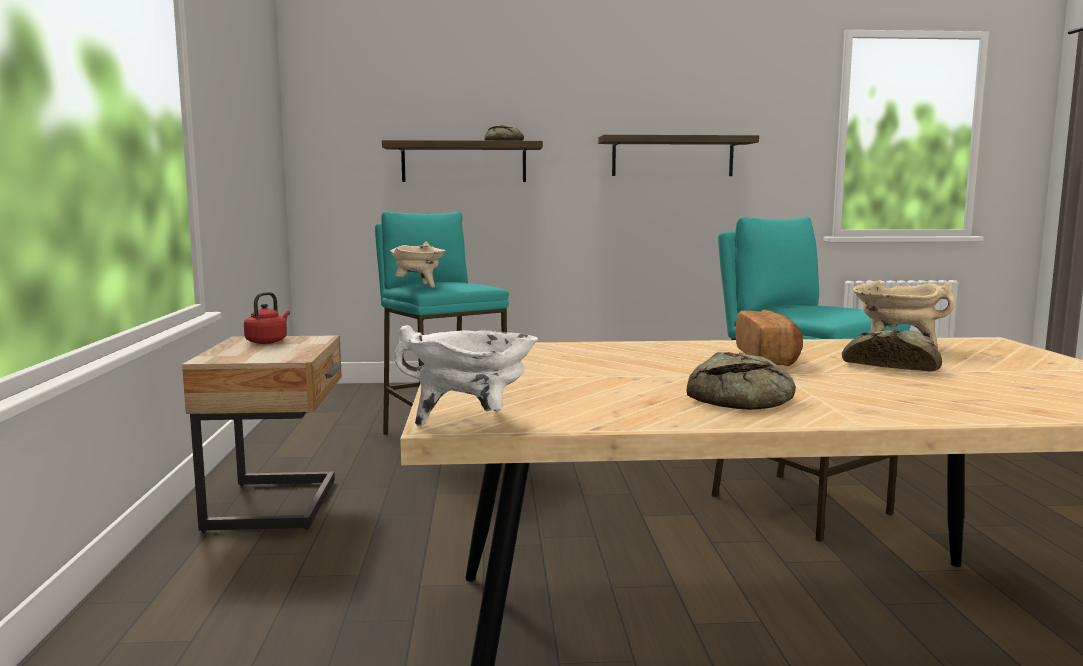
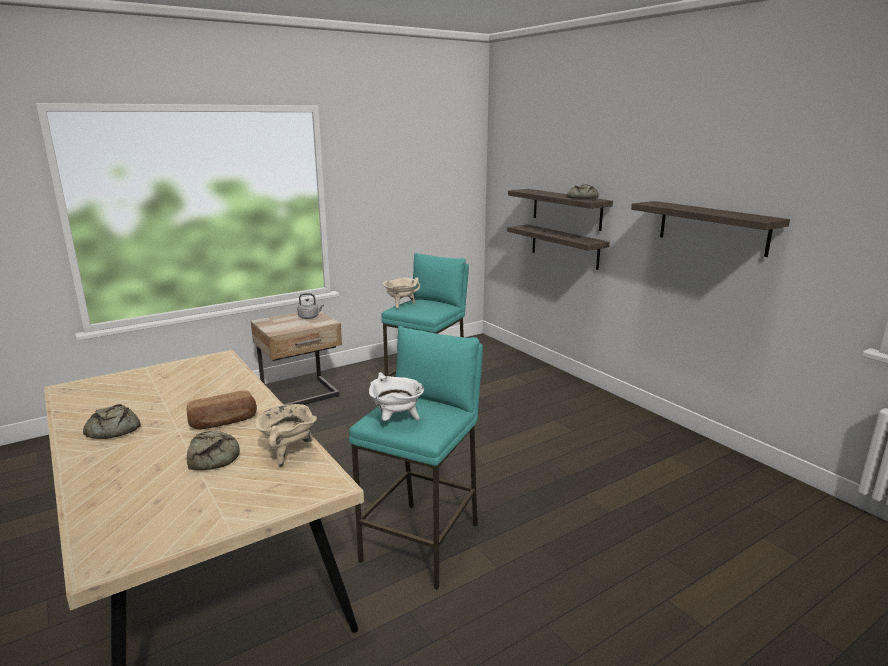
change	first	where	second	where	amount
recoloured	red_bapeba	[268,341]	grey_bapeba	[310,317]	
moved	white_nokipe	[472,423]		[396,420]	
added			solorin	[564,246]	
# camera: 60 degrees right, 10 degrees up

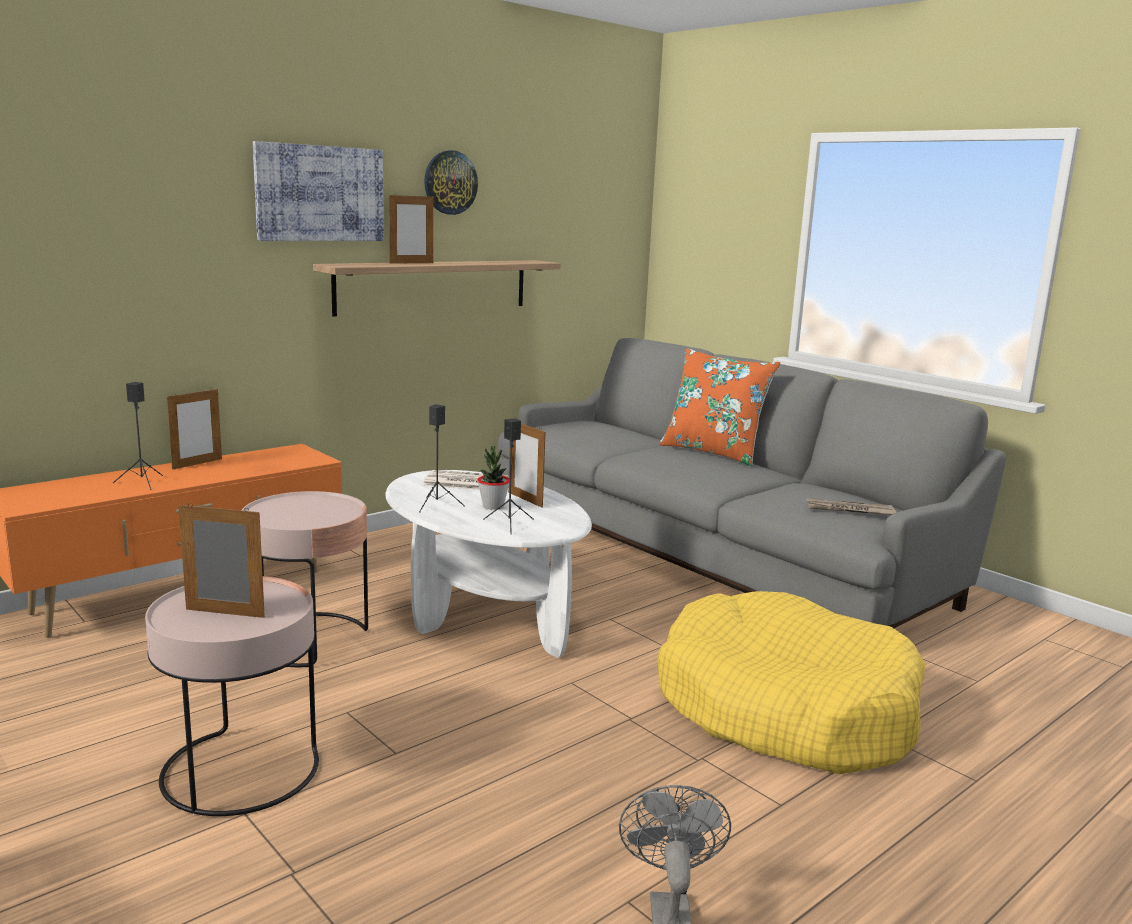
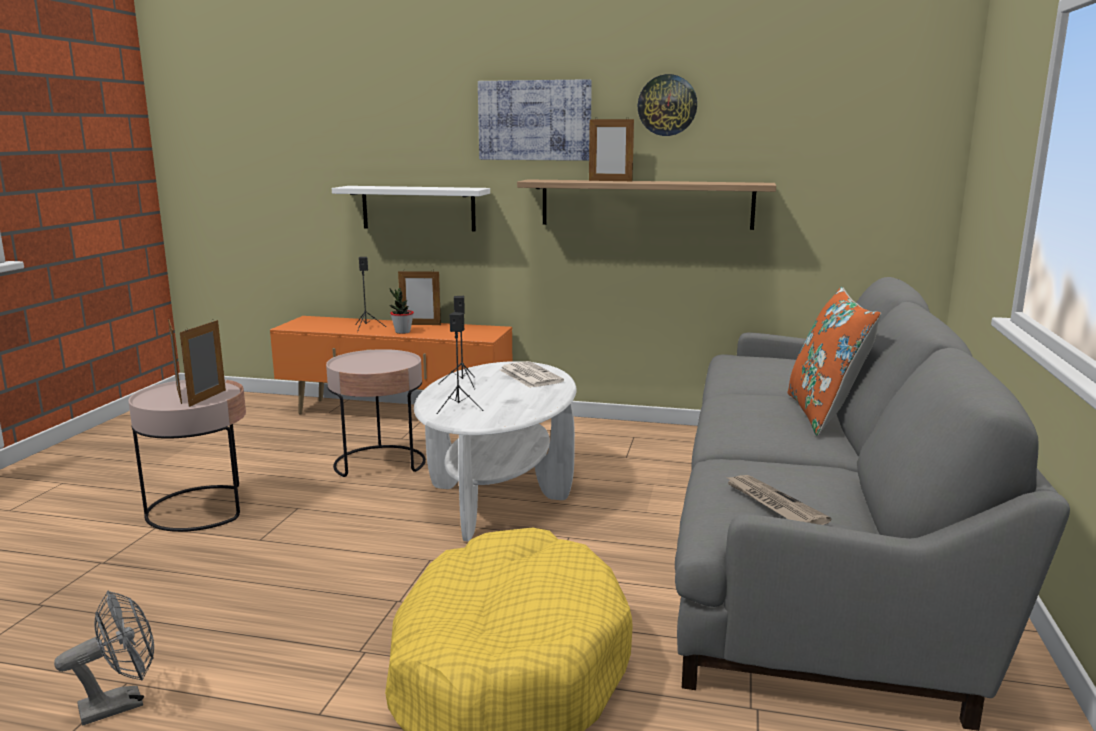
change	first	where	second	where	amount
moved	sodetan	[493,506]		[402,332]	
moved	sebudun	[525,499]		[207,398]	
added			white_solorin	[418,208]	
# camera: 55 degrees right, 0 degrees up

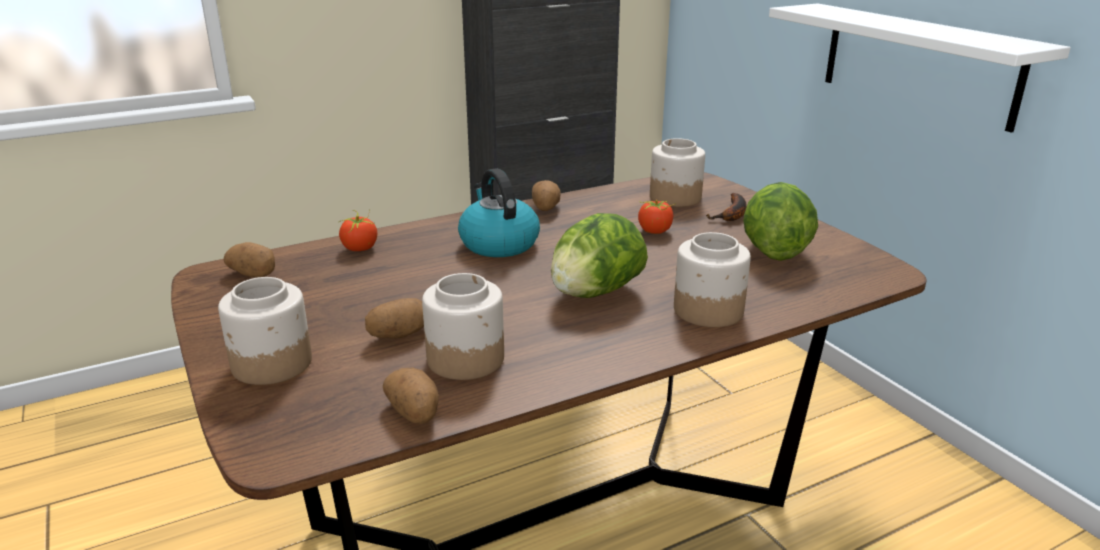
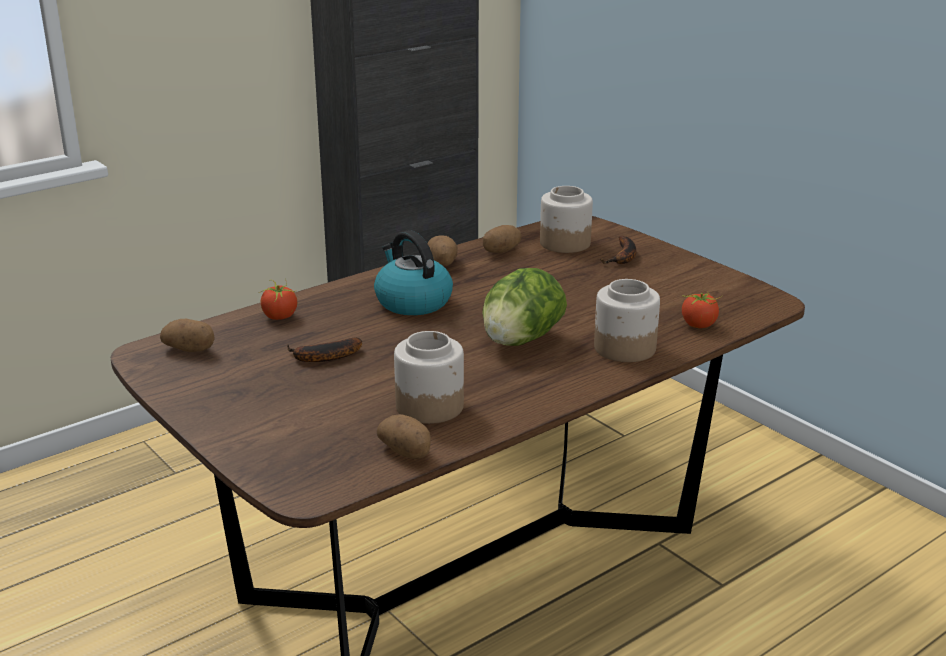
change	first	where	second	where	amount
removed	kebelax	[271,364]			
moved	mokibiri	[399,334]		[501,251]	
moved	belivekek	[655,231]		[699,325]	
removed	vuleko	[773,251]			
removed	white_solorin	[918,63]			
added			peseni	[322,357]	
# camera: 10 degrees left, 0 degrees up

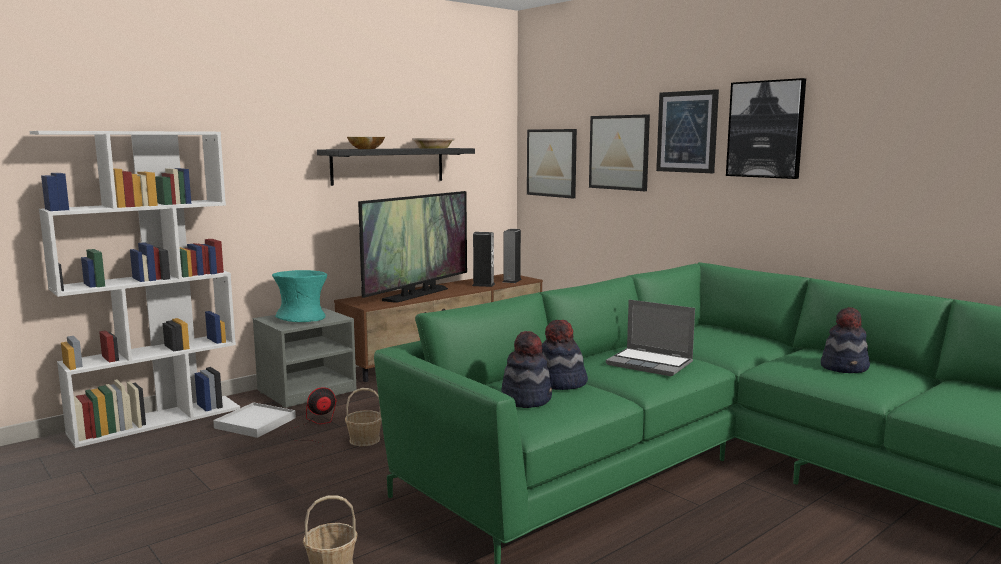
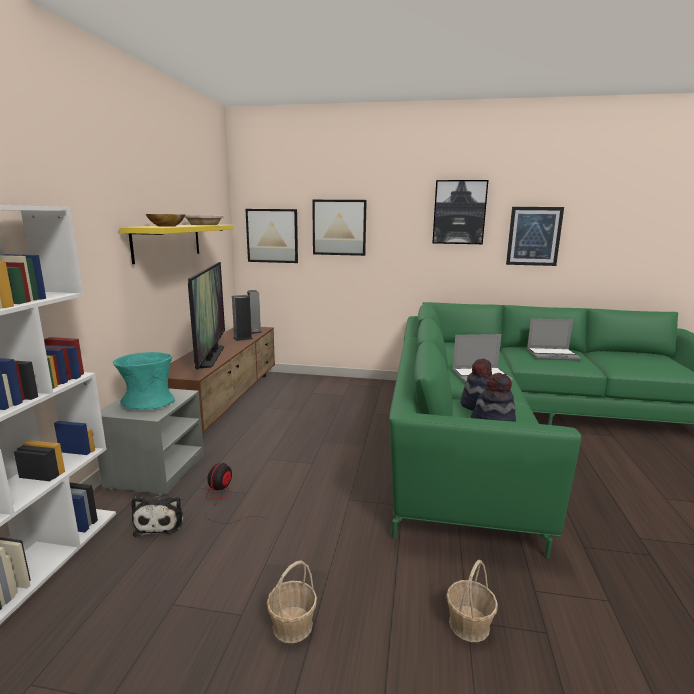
change	first	where	second	where	amount
replaced	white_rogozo	[255,423]	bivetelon	[160,522]	
recoloured	black_solorin	[388,165]	yellow_solorin	[167,242]	
moved	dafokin	[364,440]		[292,625]	
moved	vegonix	[687,132]		[534,236]	
replaced	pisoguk	[845,367]	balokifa	[553,355]	
# camera: 40 degrees left, 5 degrees up

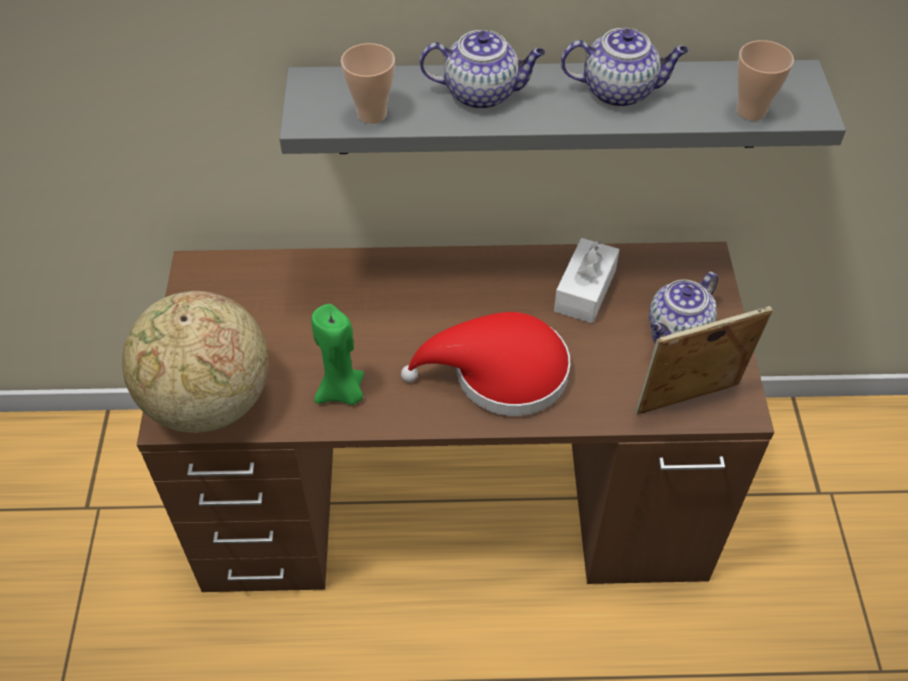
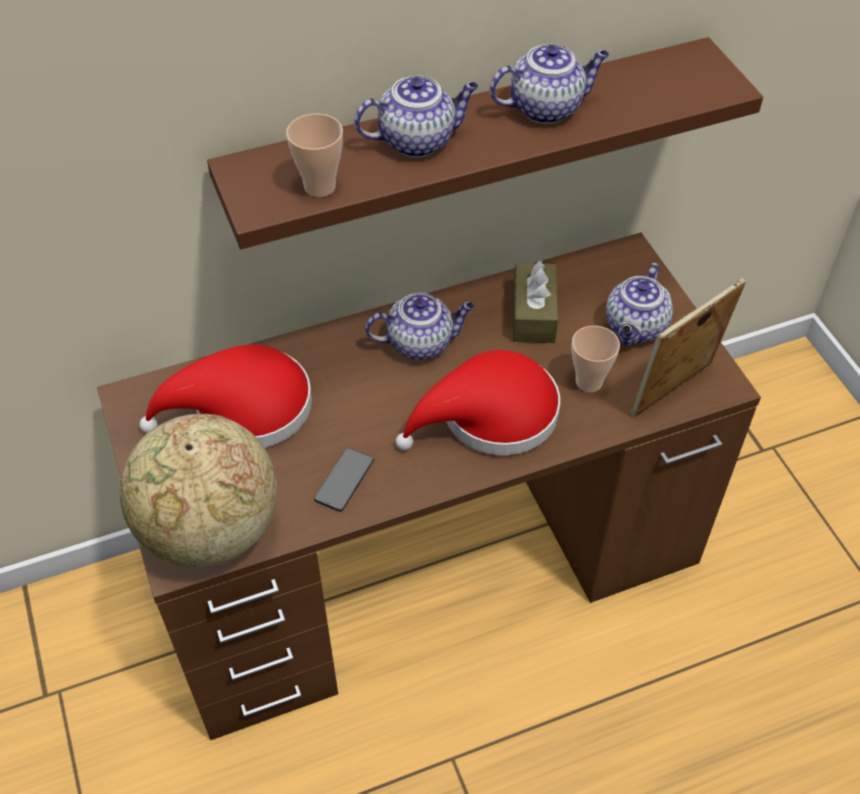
change	first	where	second	where	amount
recoloured	grey_solorin	[550,107]	brown_solorin	[469,140]	
replaced	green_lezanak	[342,393]	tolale	[344,480]	
recoloured	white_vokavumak	[585,291]	brown_vokavumak	[533,314]	
moved	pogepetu	[751,111]		[589,382]	
added			red_pisoguk	[243,409]	
added			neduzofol	[421,343]	
# camera: 20 degrees left, 0 degrees up

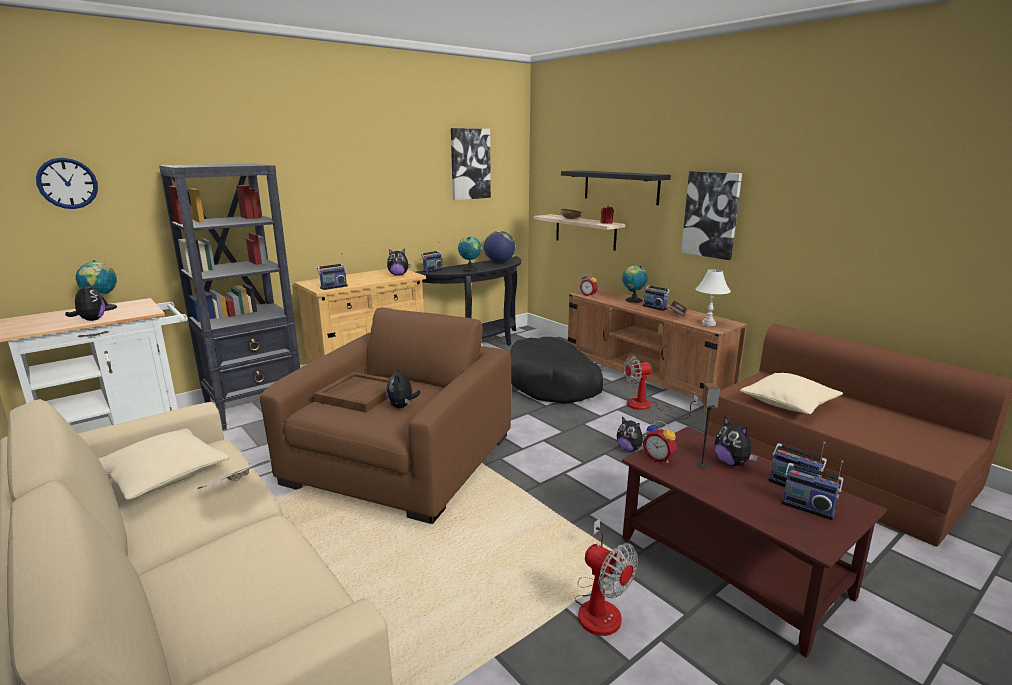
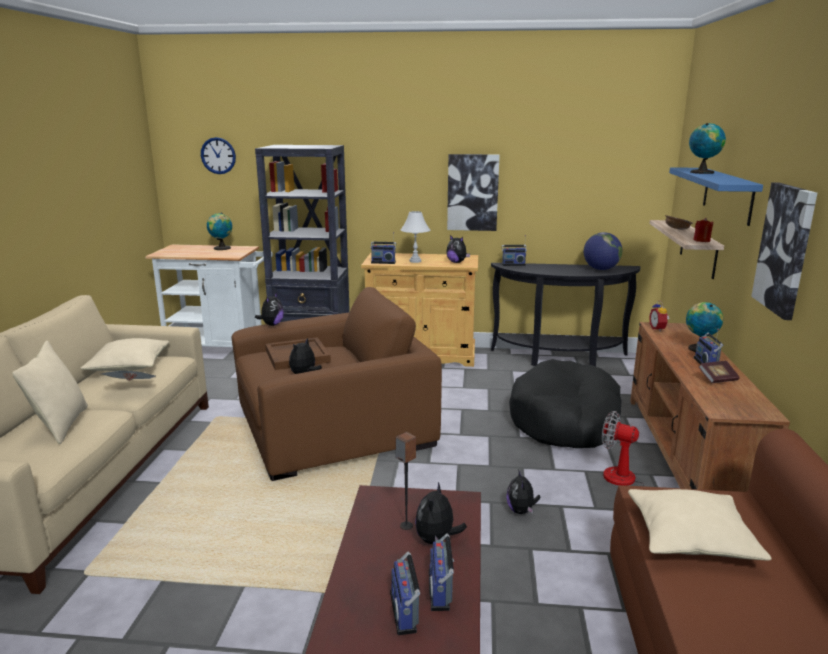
change	first	where	second	where	amount
moved	bivetelon	[91,320]		[272,324]	
moved	vegonix	[470,164]		[472,192]	
moved	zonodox	[469,269]		[702,172]	
recoloured	black_solorin	[620,187]	blue_solorin	[727,195]	
removed	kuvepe	[599,605]			
removed	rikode	[659,458]			
moved	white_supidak	[709,324]		[415,261]	
added			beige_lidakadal	[61,425]	
# camera: 45 degrees right, 0 degrees up

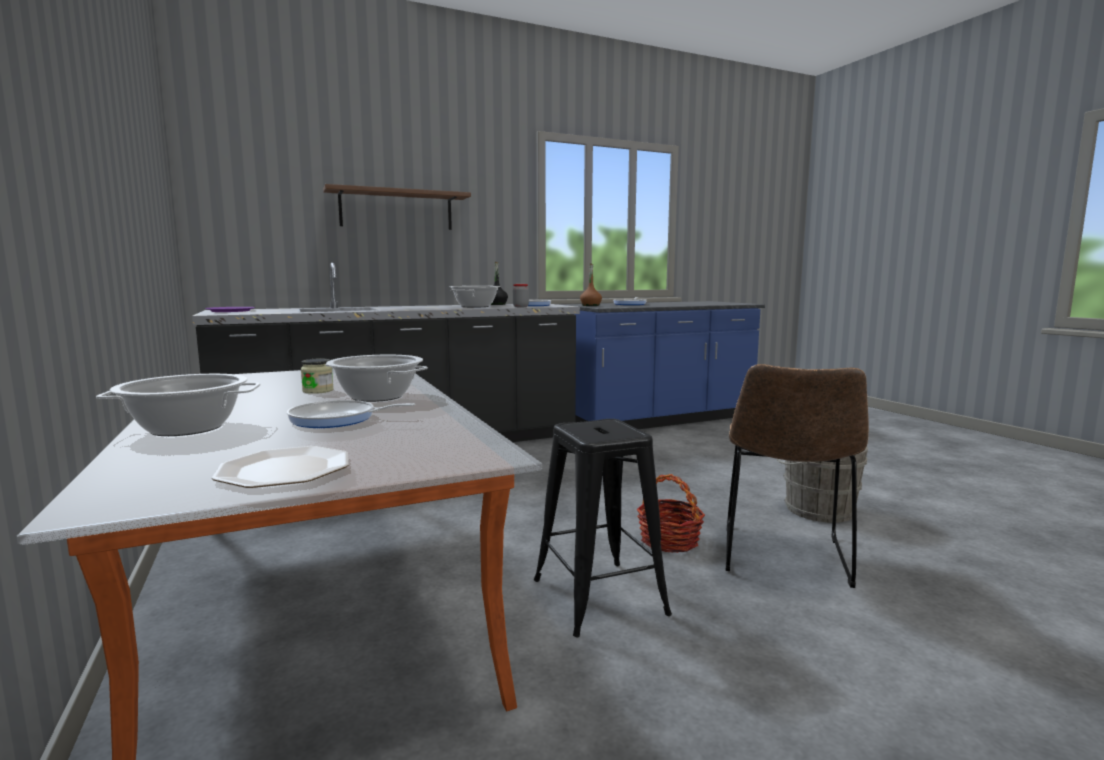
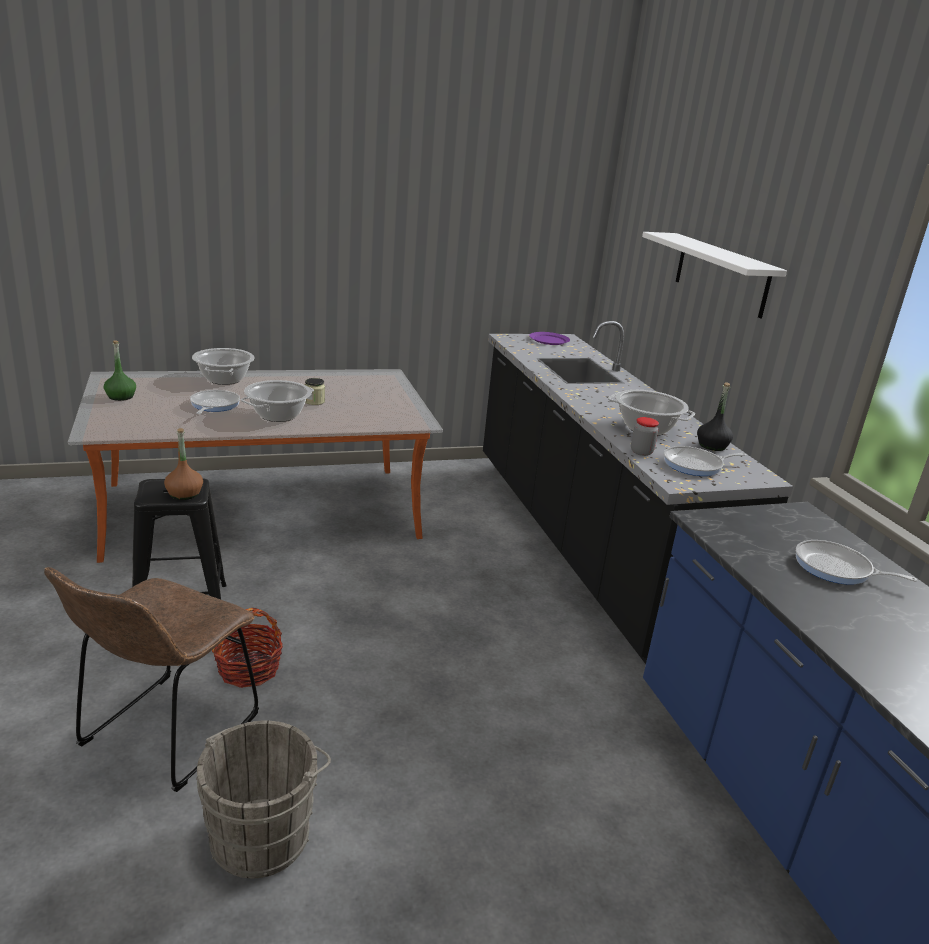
change	first	where	second	where	amount
replaced	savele	[284,469]	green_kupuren	[121,397]	
recoloured	brown_solorin	[396,210]	white_solorin	[721,274]	
moved	brown_kupuren	[590,305]		[184,494]	
turned	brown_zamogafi	[784,558]		[164,735]	90 degrees counterclockwise
# camera: 95 degrees right, 15 degrees up

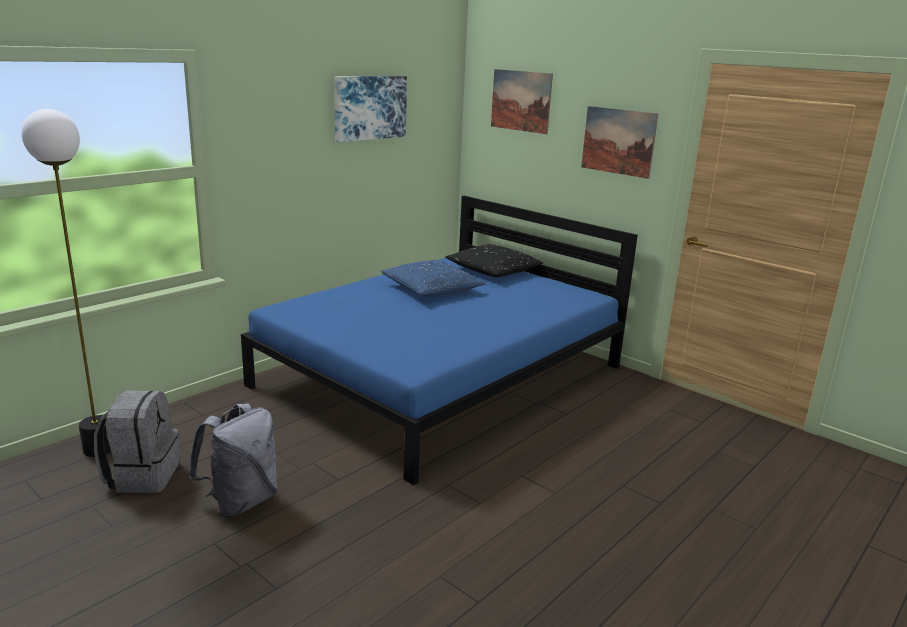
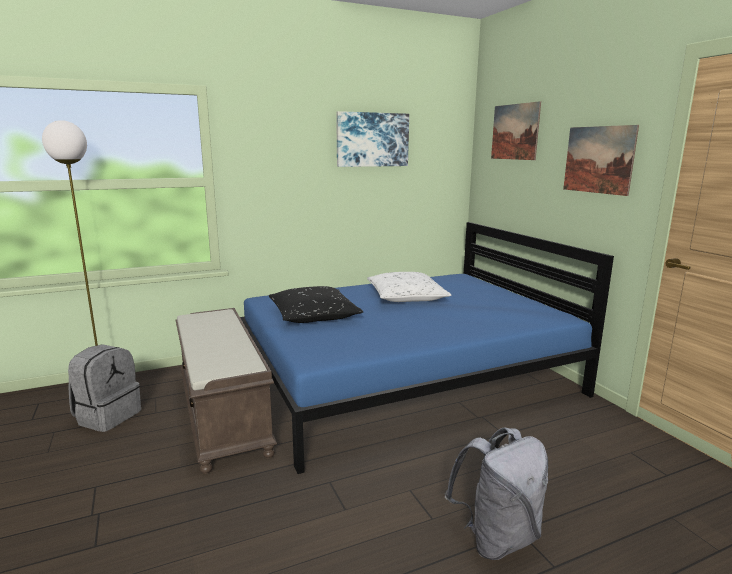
change	first	where	second	where	amount
moved	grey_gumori	[241,501]		[496,537]	
recoloured	blue_lidakadal	[431,289]	white_lidakadal	[406,296]	
moved	black_lidakadal	[493,270]		[313,315]	
added			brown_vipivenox	[224,413]	
# camera: 25 degrees right, 5 degrees down

